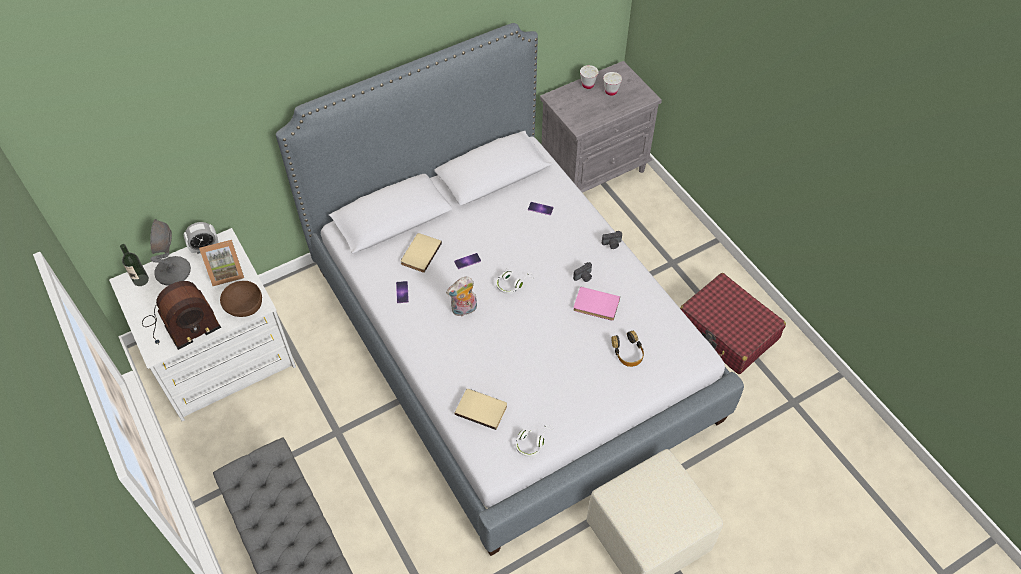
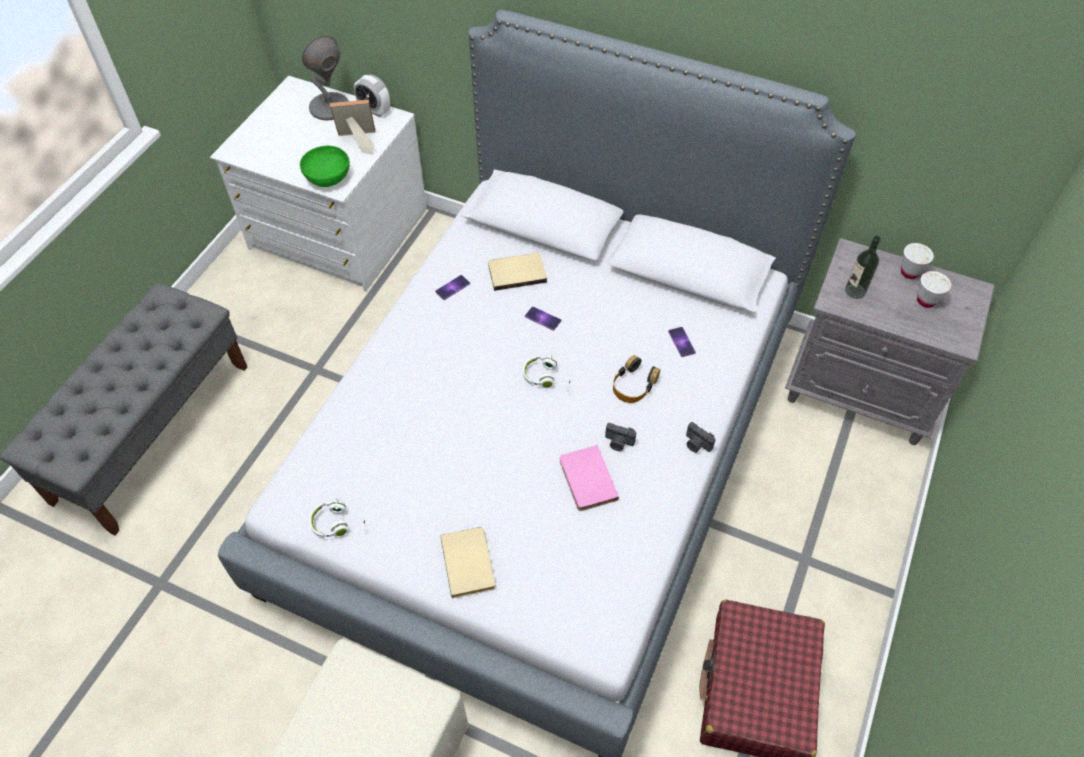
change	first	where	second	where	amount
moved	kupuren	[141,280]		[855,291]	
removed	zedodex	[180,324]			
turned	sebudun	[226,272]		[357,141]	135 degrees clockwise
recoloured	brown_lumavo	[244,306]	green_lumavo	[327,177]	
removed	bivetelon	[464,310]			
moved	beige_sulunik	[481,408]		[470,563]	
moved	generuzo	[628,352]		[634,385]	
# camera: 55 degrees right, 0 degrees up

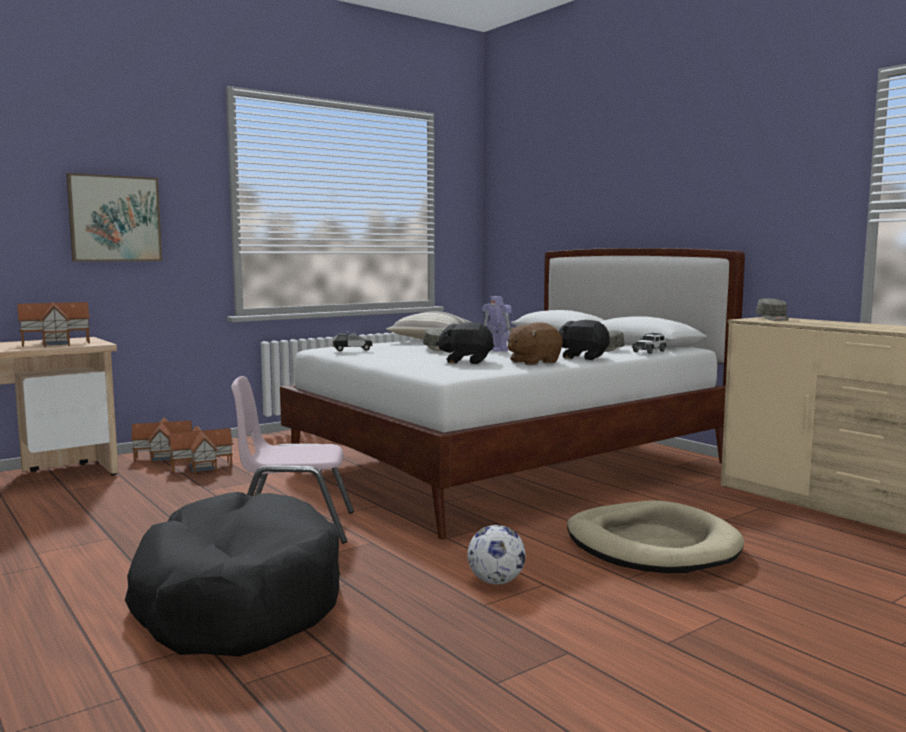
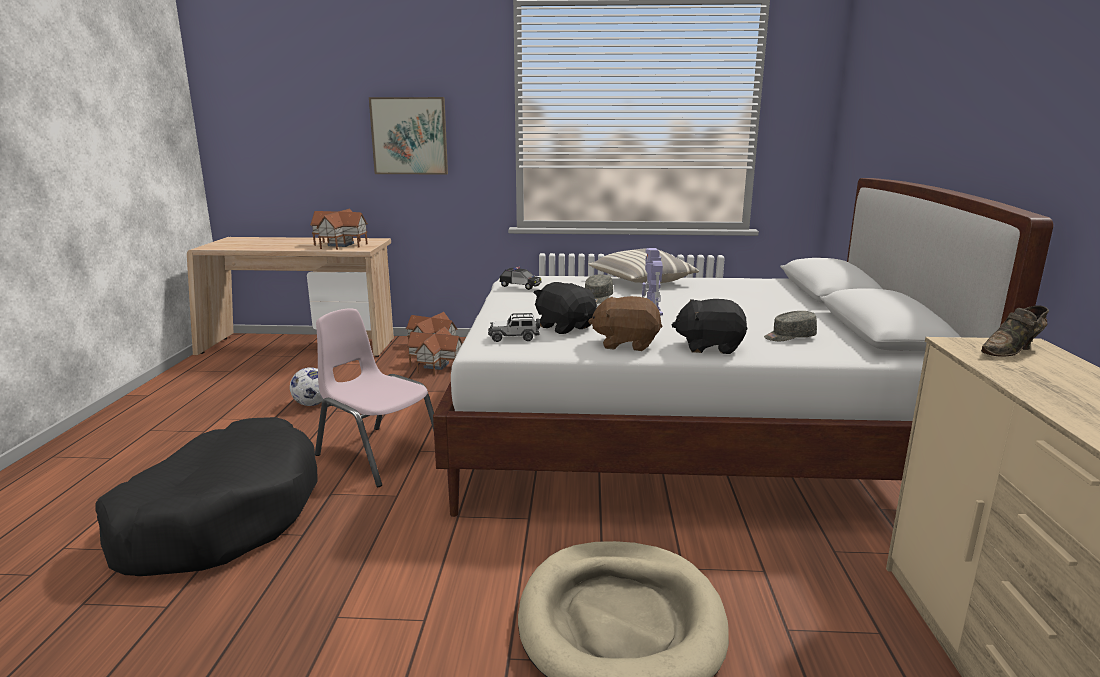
change	first	where	second	where	amount
moved	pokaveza	[495,582]		[312,404]	
turned	black_bivetelon	[582,357]		[709,347]	60 degrees counterclockwise
moved	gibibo	[649,351]		[514,337]	
replaced	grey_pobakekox	[773,319]	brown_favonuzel	[1012,350]	
# camera: 40 degrees right, 10 degrees up

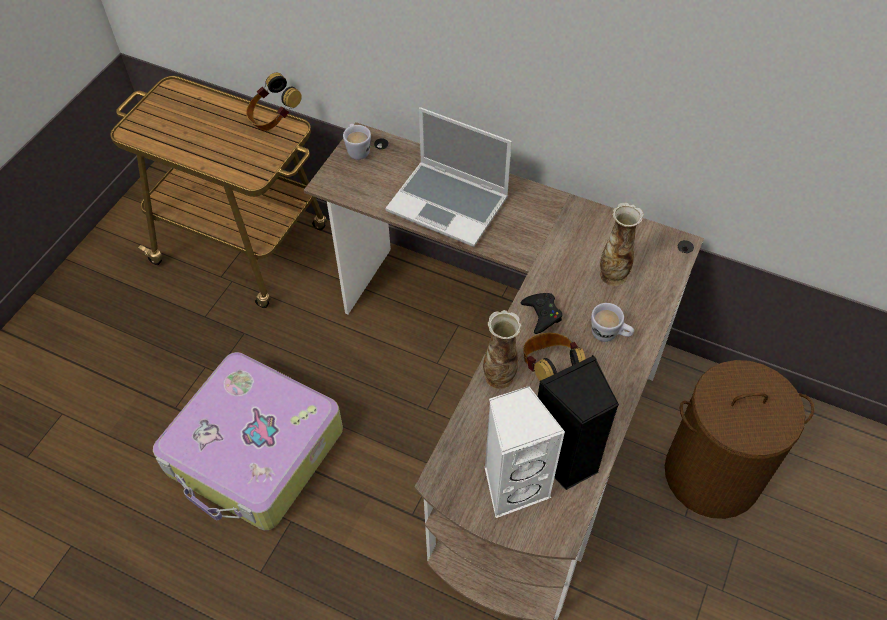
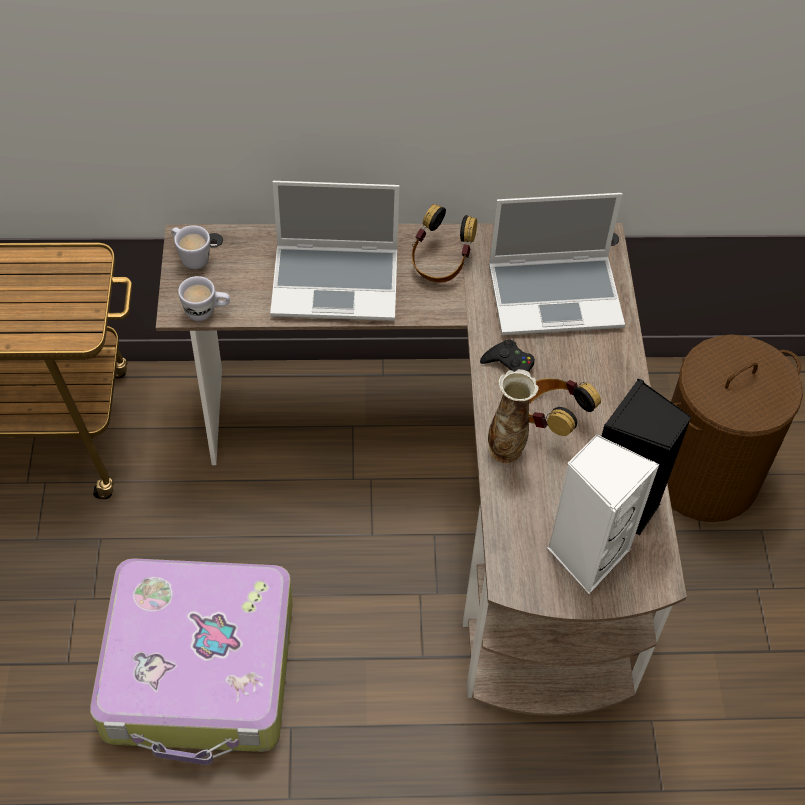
change	first	where	second	where	amount
moved	generuzo	[274,118]		[440,263]	
moved	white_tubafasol	[609,335]		[206,312]	
replaced	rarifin	[613,274]	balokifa	[556,295]	
# camera: 30 degrees left, 0 degrees up

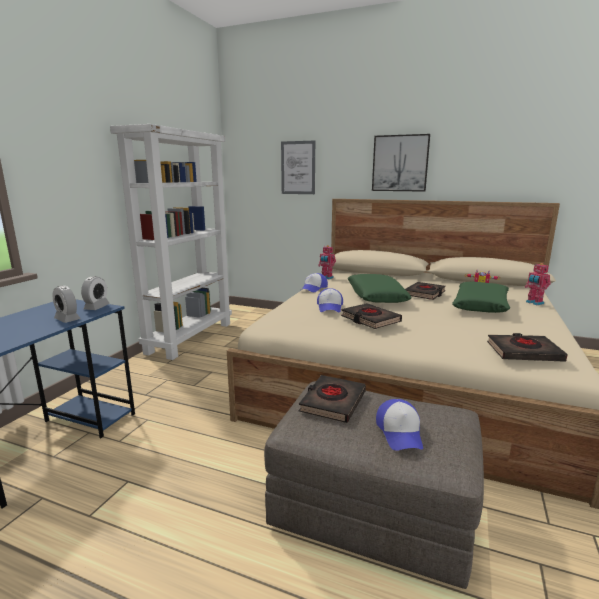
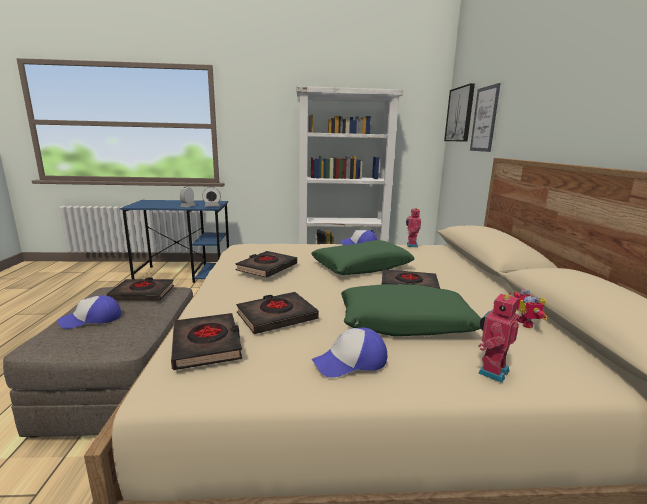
change	first	where	second	where	amount
moved	pobakekox	[330,307]		[351,362]	
moved	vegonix	[400,163]		[460,114]	
added			black_sulunik	[276,317]	
# camera: 65 degrees right, 0 degrees up

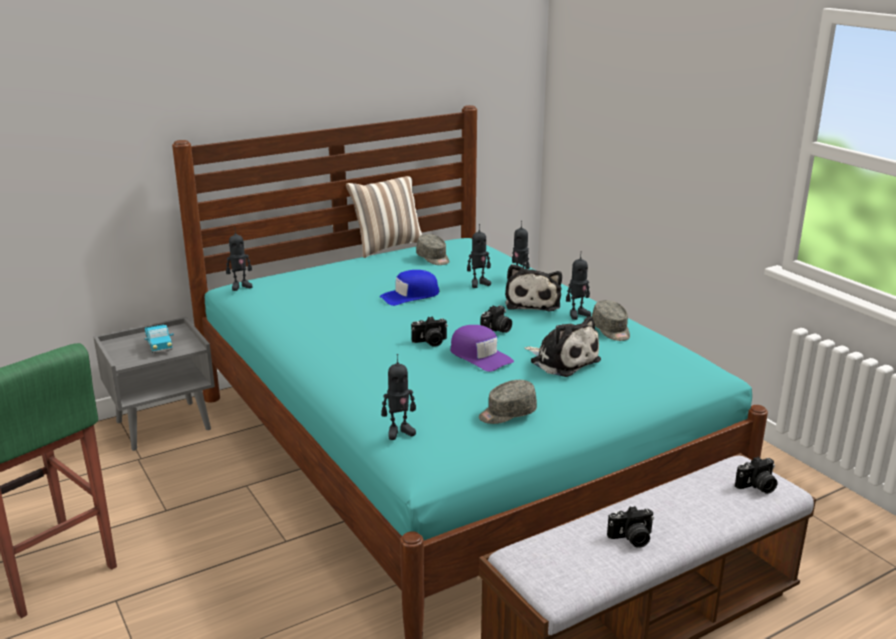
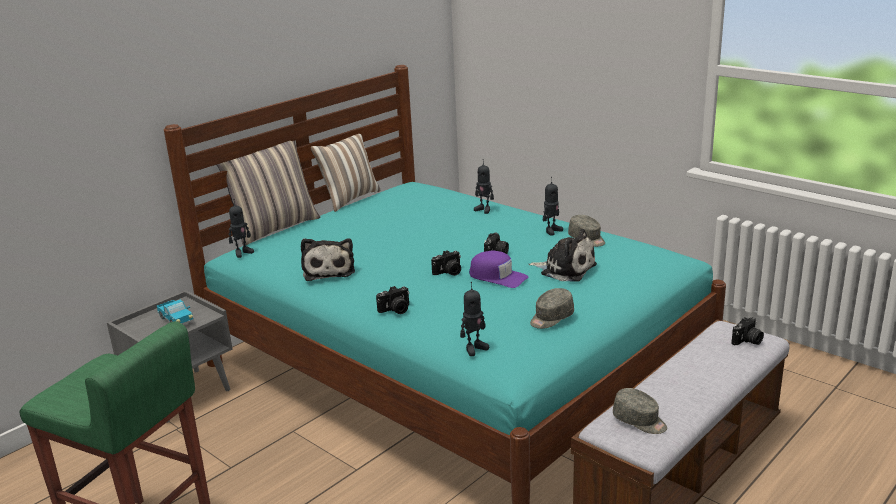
change	first	where	second	where	amount
removed	blue_pobakekox	[410,296]			
moved	grey_pobakekox	[433,258]		[639,421]	
removed	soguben	[479,284]			
moved	bivetelon	[533,302]		[329,270]	
moved	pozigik	[631,539]		[395,310]	
added			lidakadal	[274,227]	
# camera: 15 degrees left, 0 degrees up

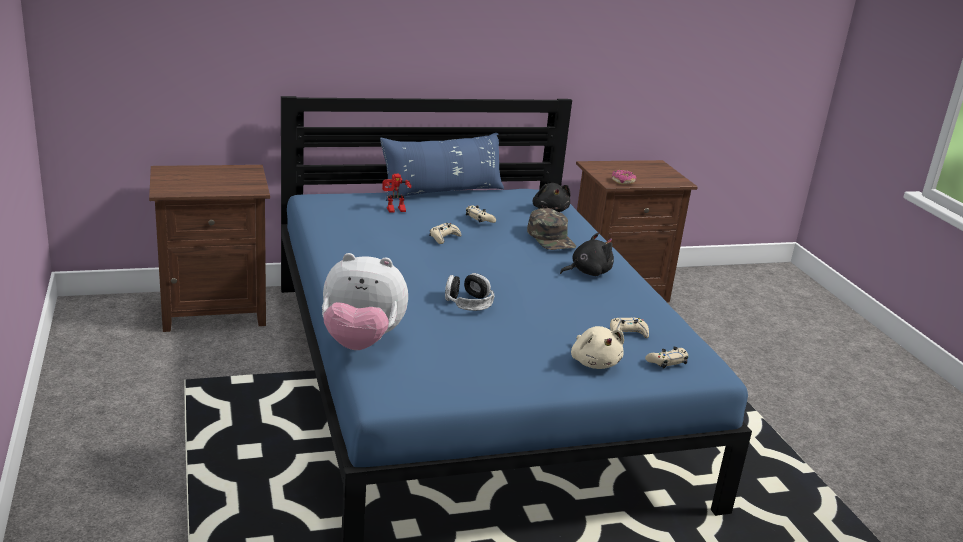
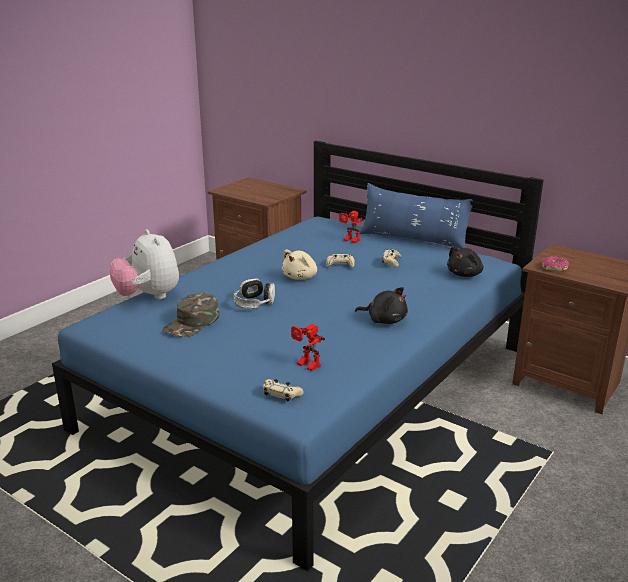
change	first	where	second	where	amount
moved	green_pobakekox	[551,238]		[192,323]	
moved	beige_bivetelon	[594,362]		[301,277]	
replaced	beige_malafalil	[627,333]	soguben	[305,365]	
# camera: 55 degrees right, 0 degrees up

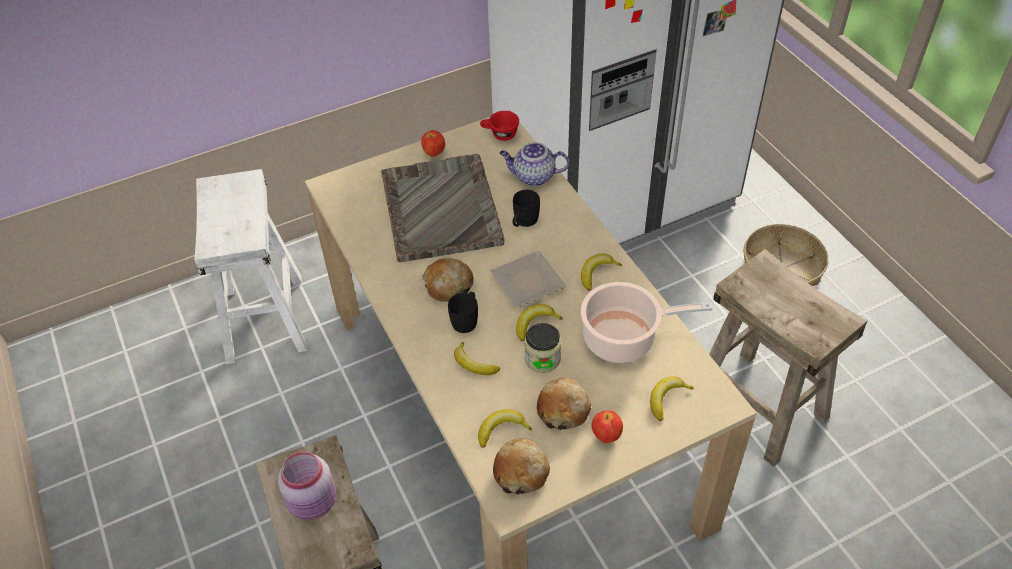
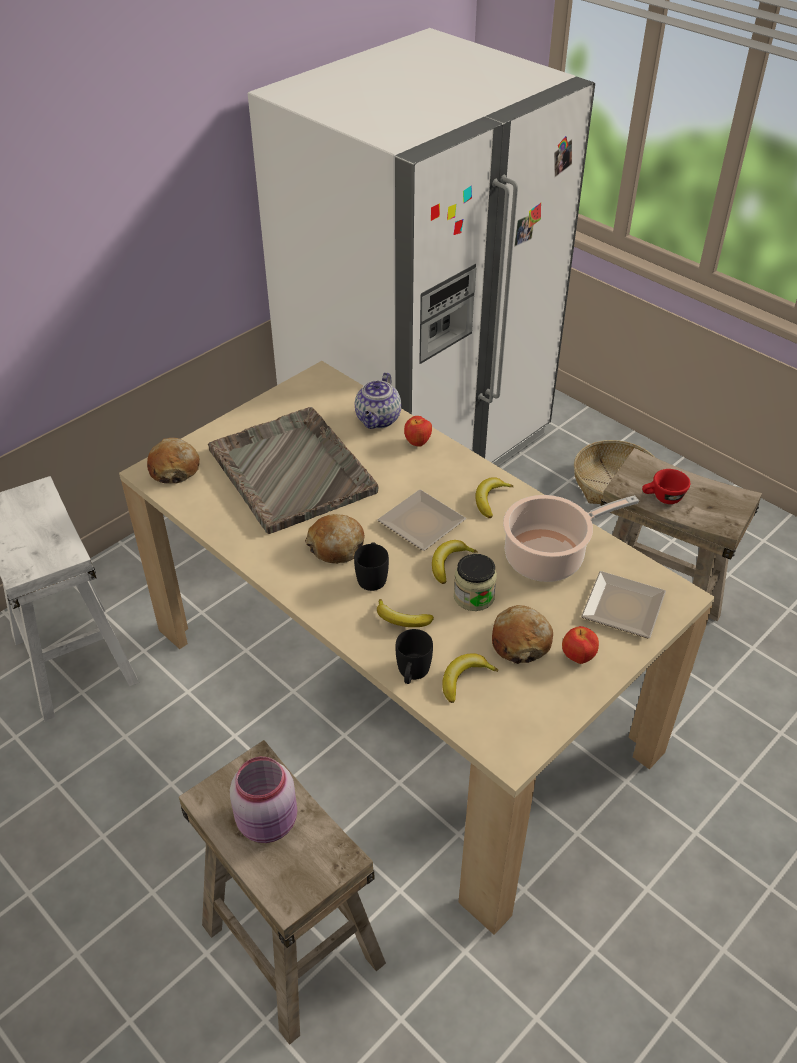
change	first	where	second	where	amount
moved	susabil	[434,153]		[418,443]	
moved	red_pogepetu	[499,135]		[662,498]	
moved	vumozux	[521,471]		[174,468]	
turned	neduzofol	[533,177]		[378,420]	60 degrees counterclockwise
moved	black_tubafasol	[523,222]		[412,673]	
replaced	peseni	[666,399]	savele	[621,605]	
# camera: 20 degrees left, 5 degrees down

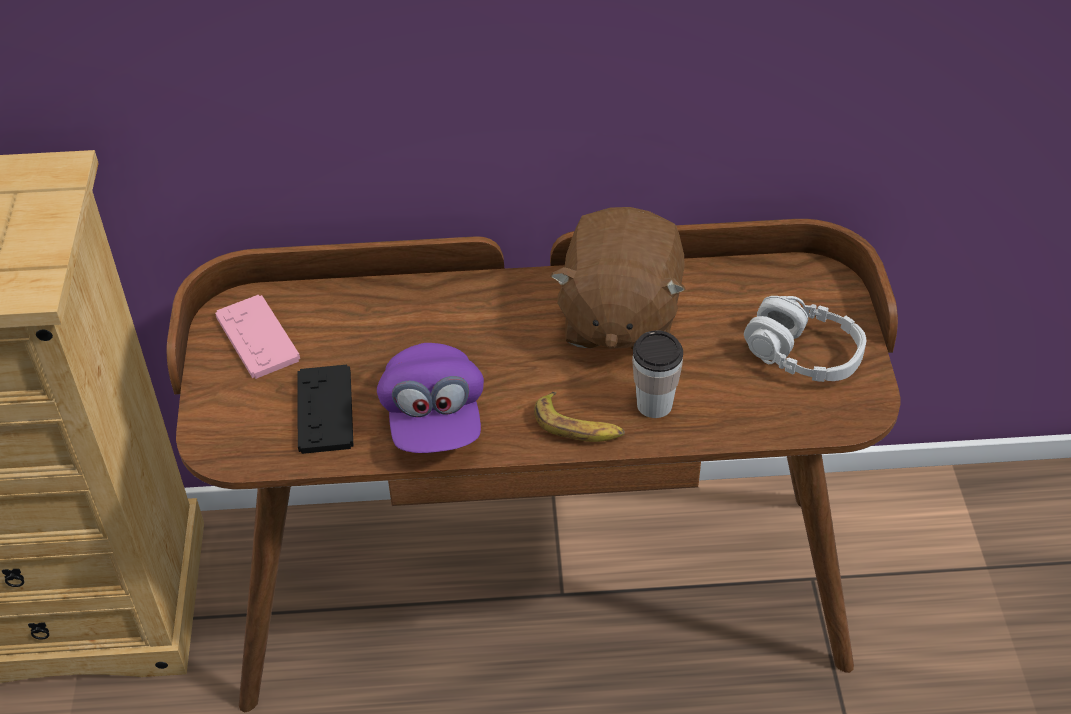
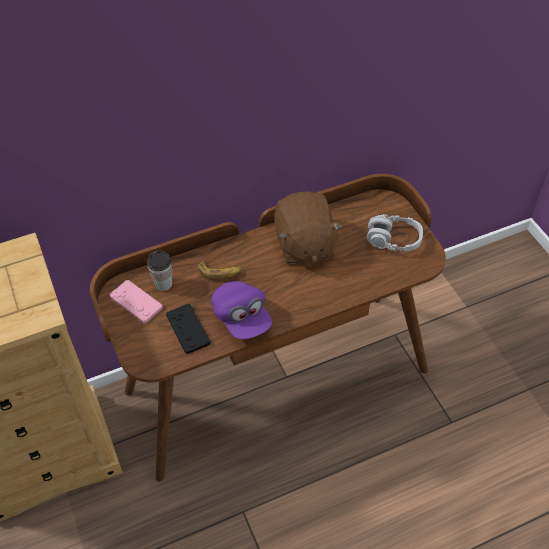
change	first	where	second	where	amount
moved	peseni	[578,426]		[220,272]	
moved	pogepetu	[654,404]		[163,284]	
# camera: 20 degrees left, 5 degrees up

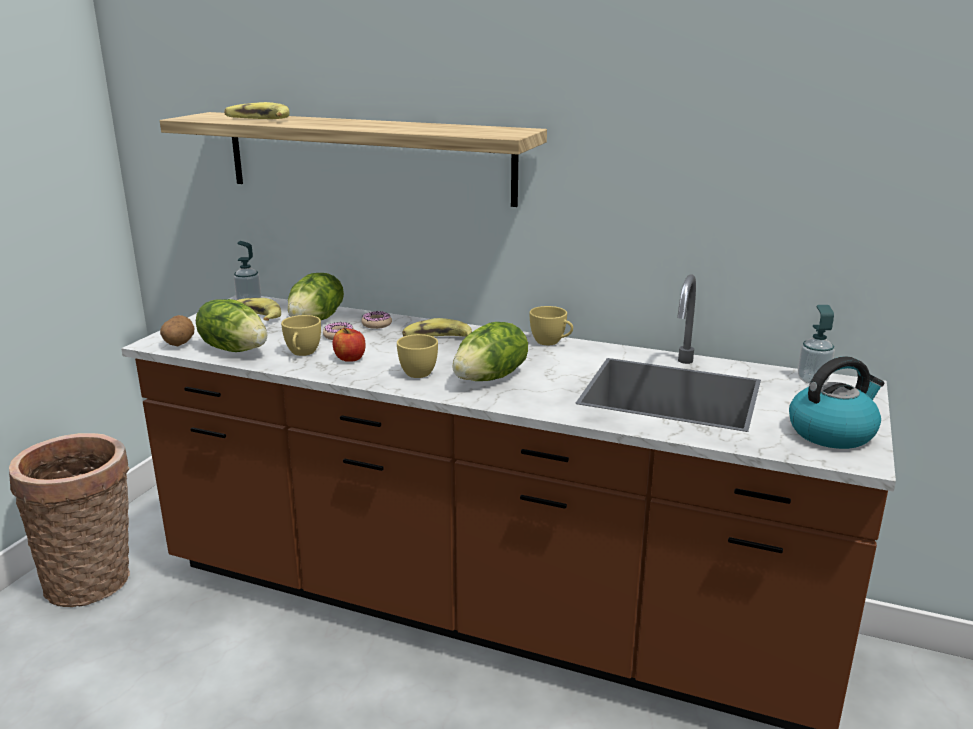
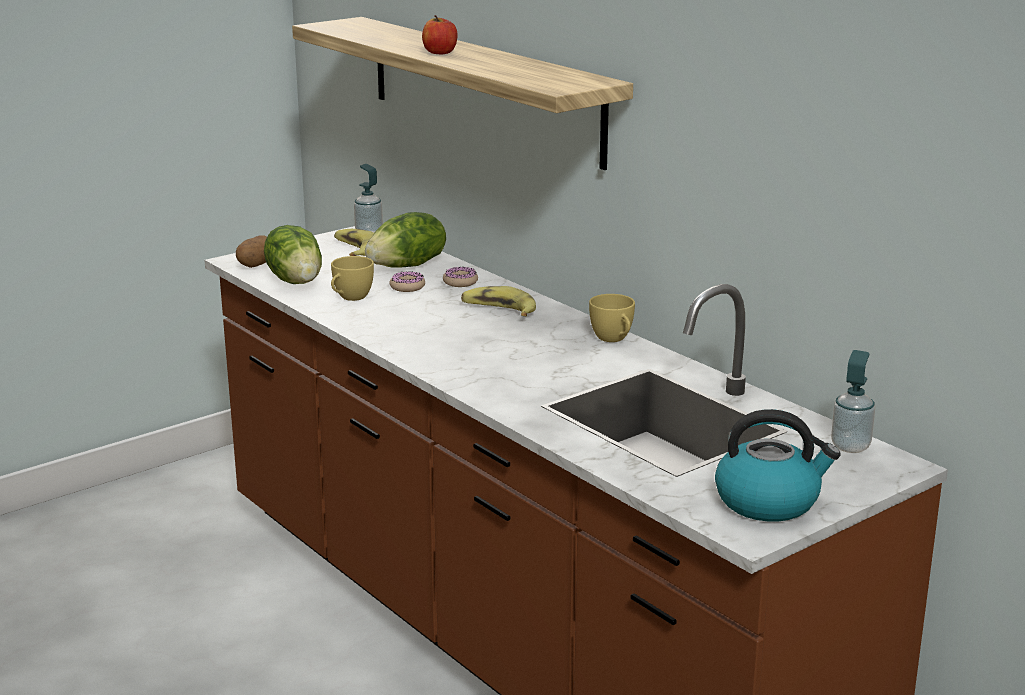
change	first	where	second	where	amount
removed	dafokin	[94,581]			
removed	peseni	[258,120]			
moved	susabil	[350,358]		[440,53]	
removed	yellow_pogepetu	[420,371]			
removed	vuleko	[491,378]			
# camera: 30 degrees right, 0 degrees up

